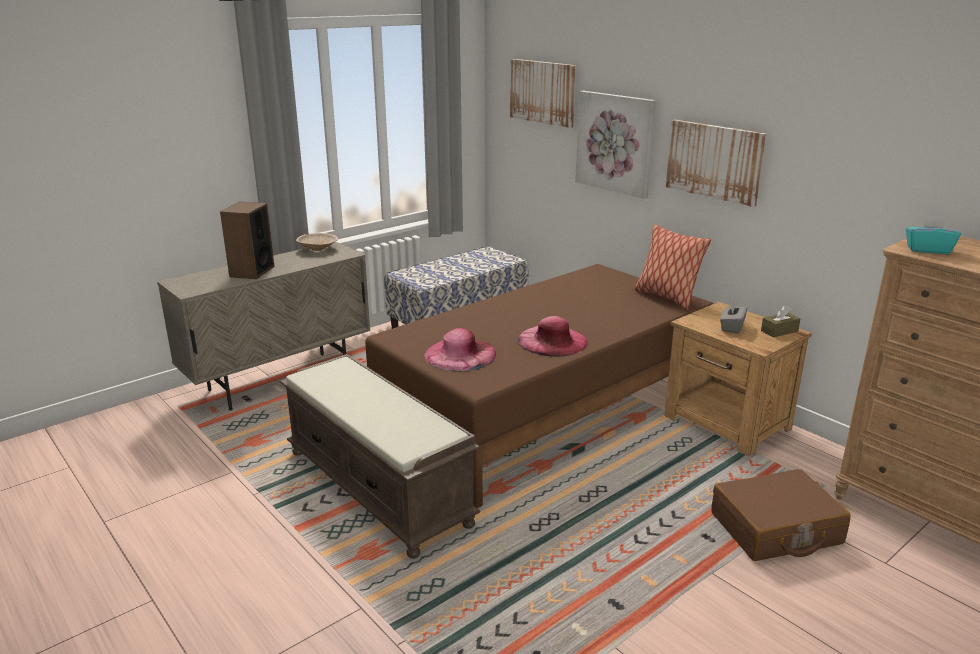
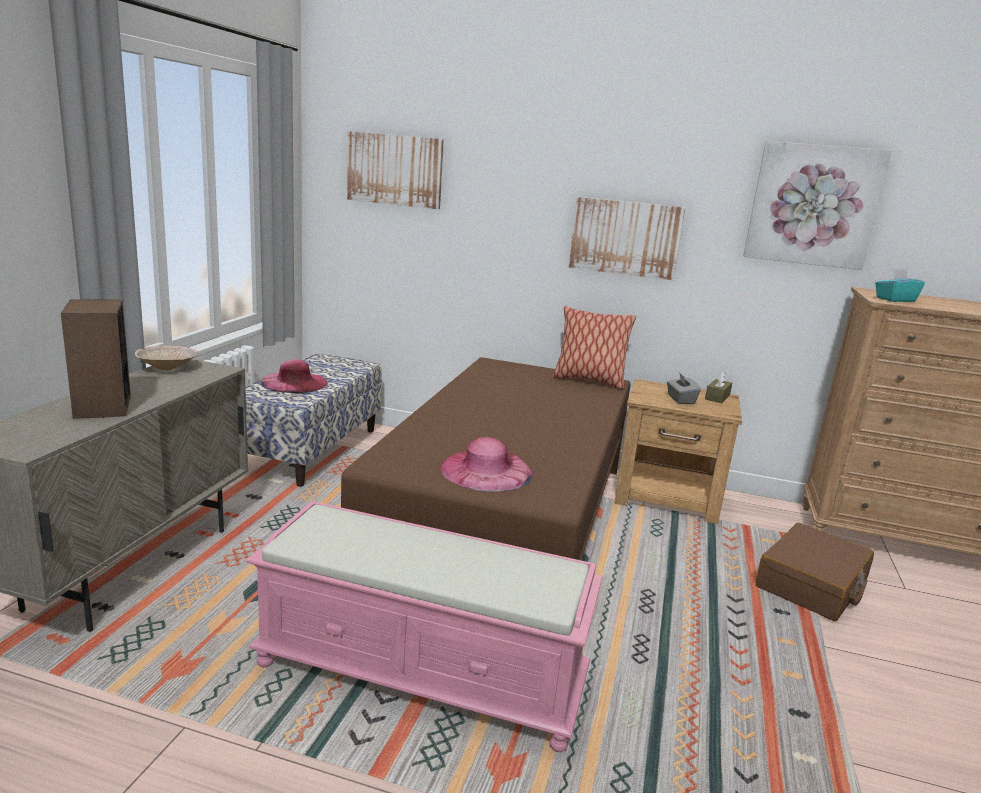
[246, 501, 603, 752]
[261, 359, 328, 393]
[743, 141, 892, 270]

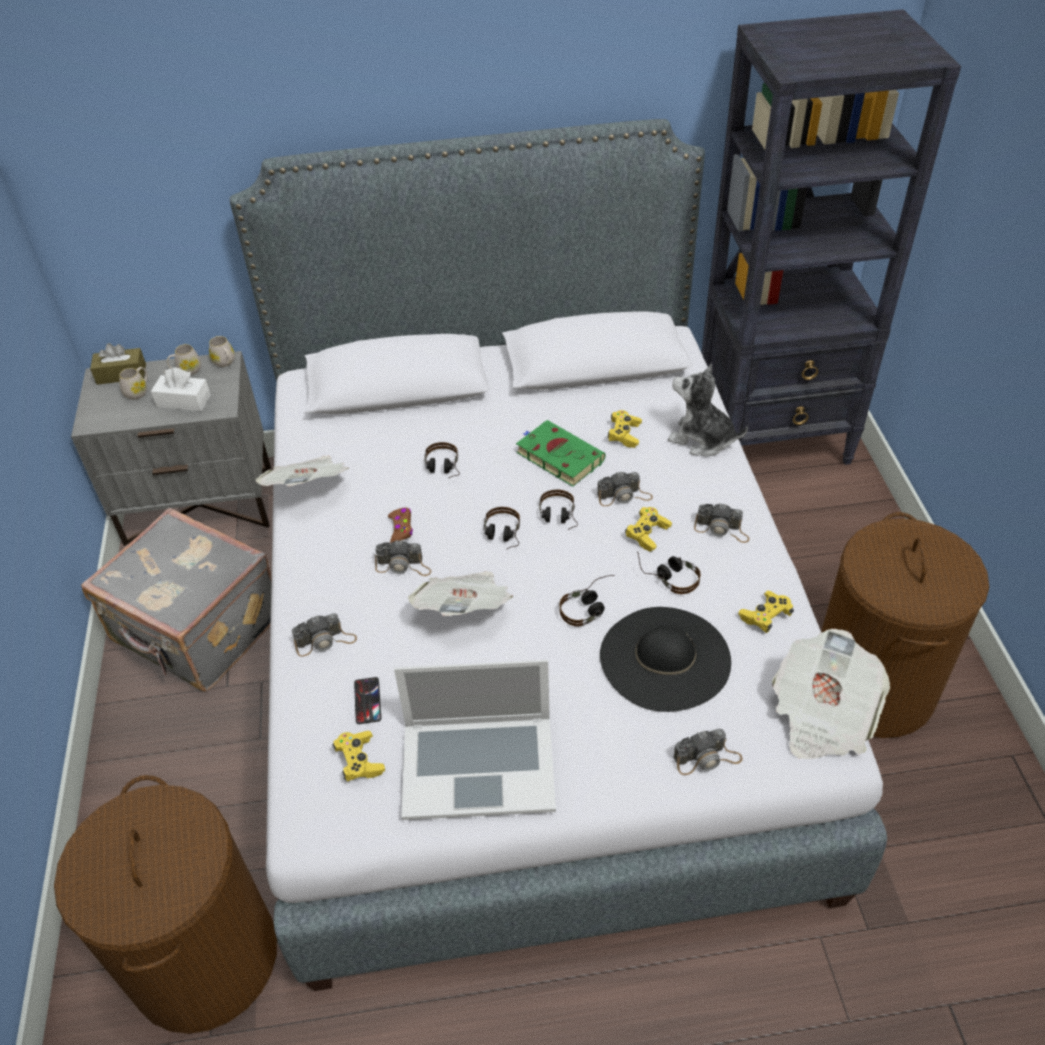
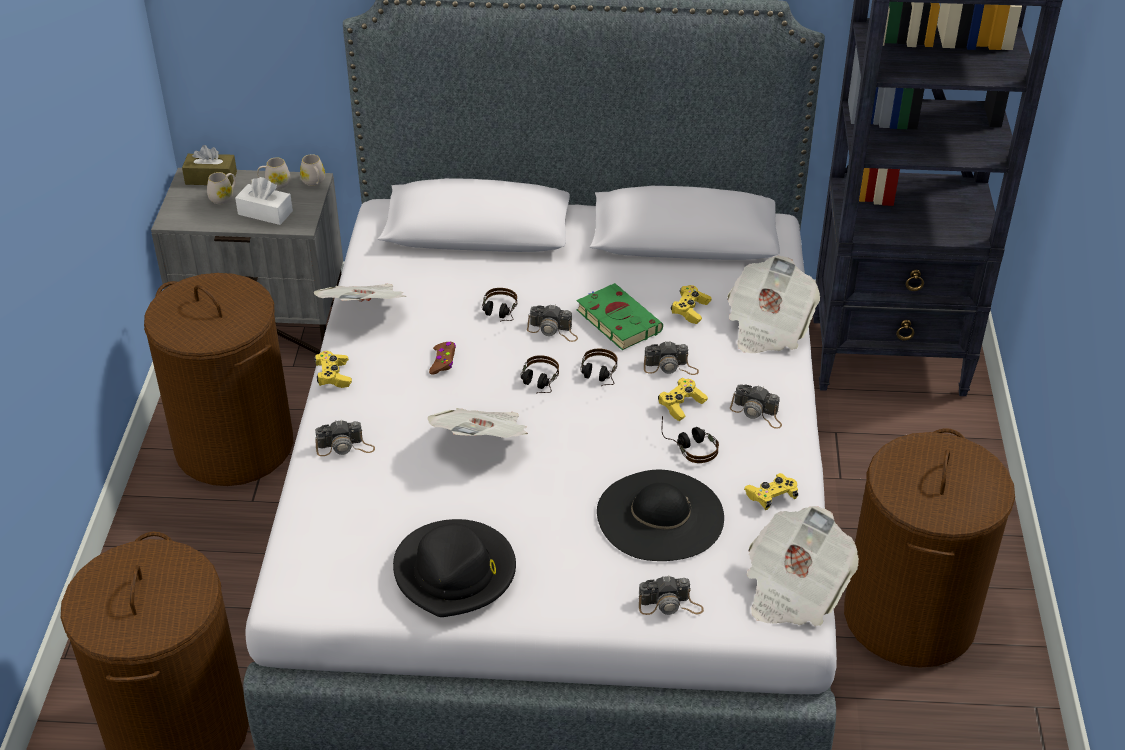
[144, 273, 293, 486]
[314, 351, 352, 388]
[393, 519, 516, 617]
[527, 304, 578, 342]
[727, 256, 820, 353]
[354, 677, 381, 724] (first image)
[560, 575, 615, 627] (first image)

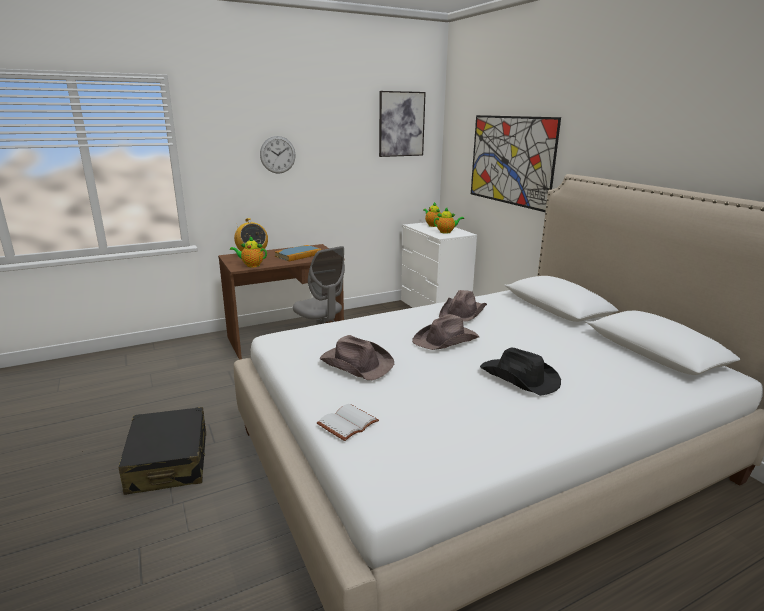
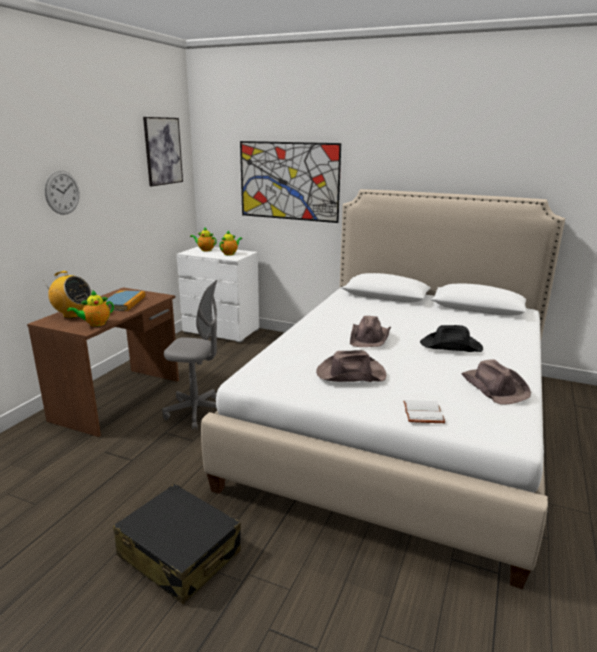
[461, 360, 531, 405]

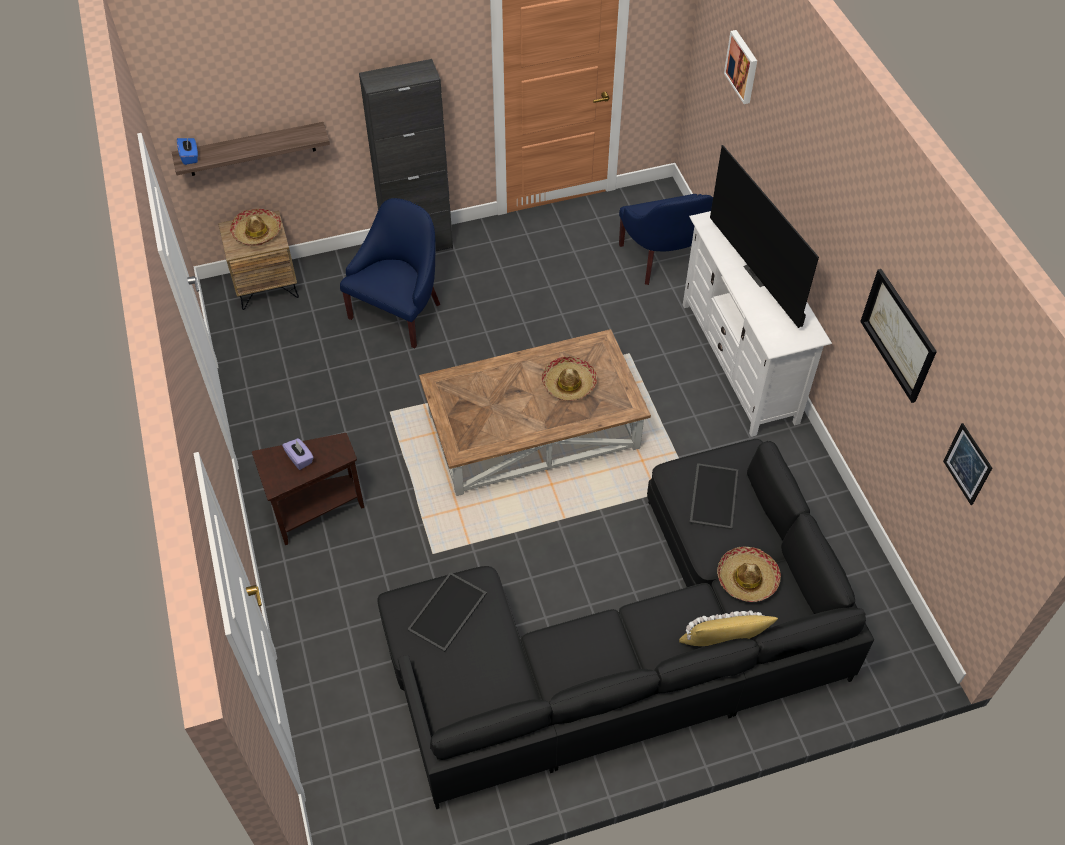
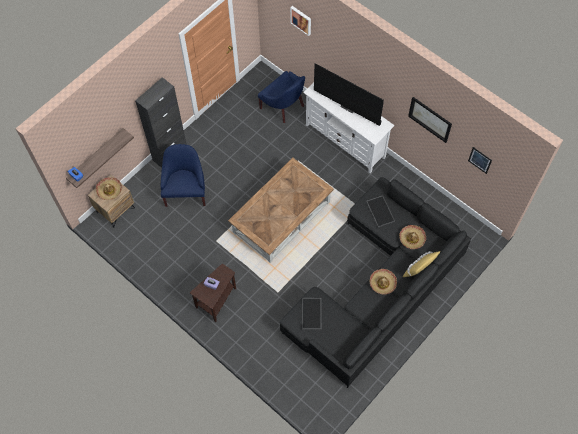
[369, 269, 397, 295]

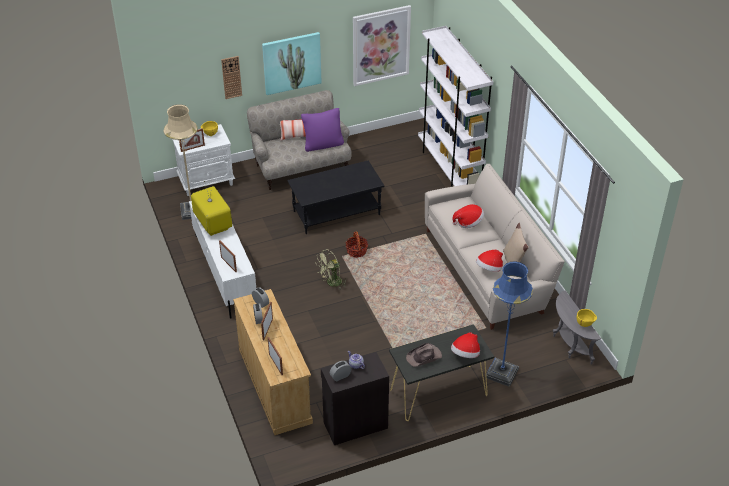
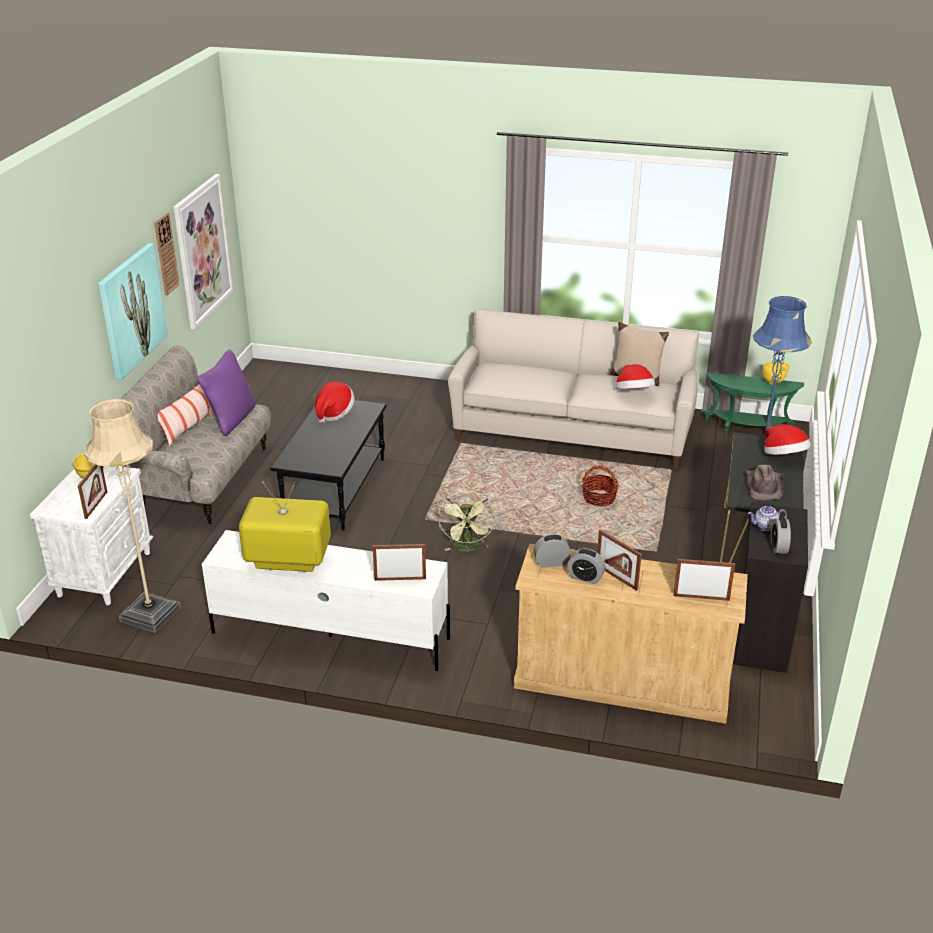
[154, 212, 180, 296]
[315, 382, 355, 423]
[582, 465, 619, 507]
[704, 372, 804, 435]
[418, 26, 493, 187] (first image)

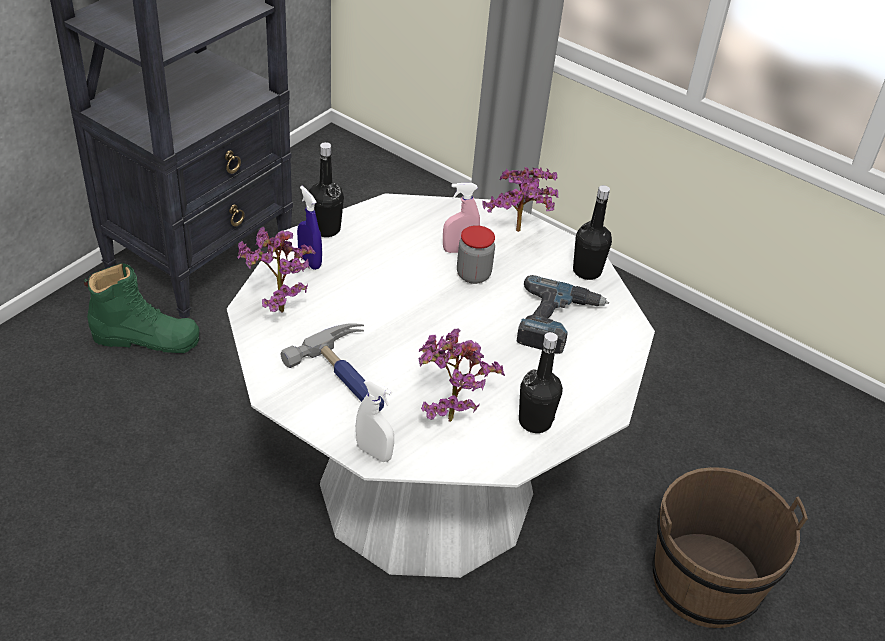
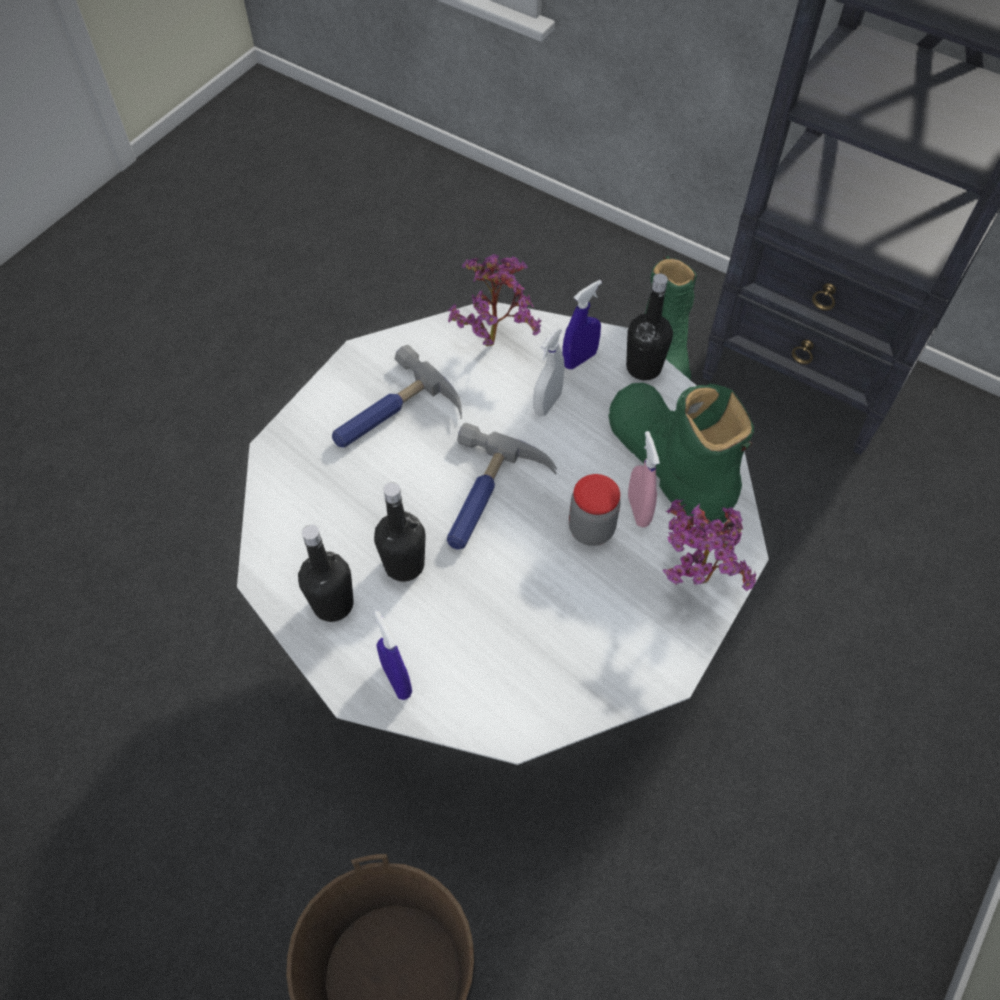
[374, 482, 426, 582]
[374, 611, 412, 700]
[447, 422, 557, 549]
[533, 327, 565, 416]
[608, 383, 754, 524]
[419, 328, 505, 422] (first image)
[516, 275, 609, 354] (first image)

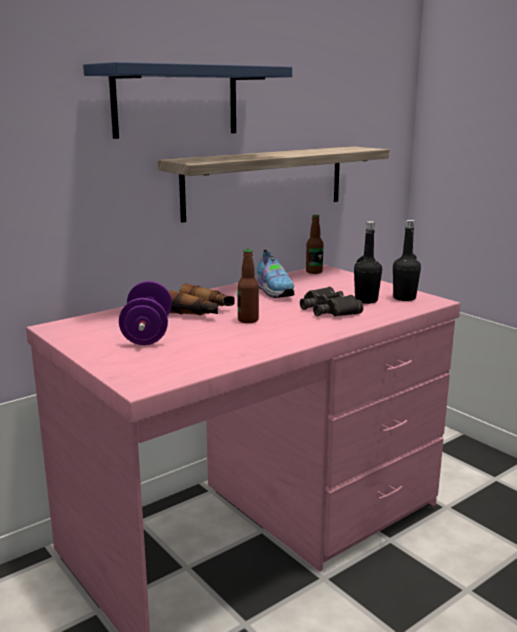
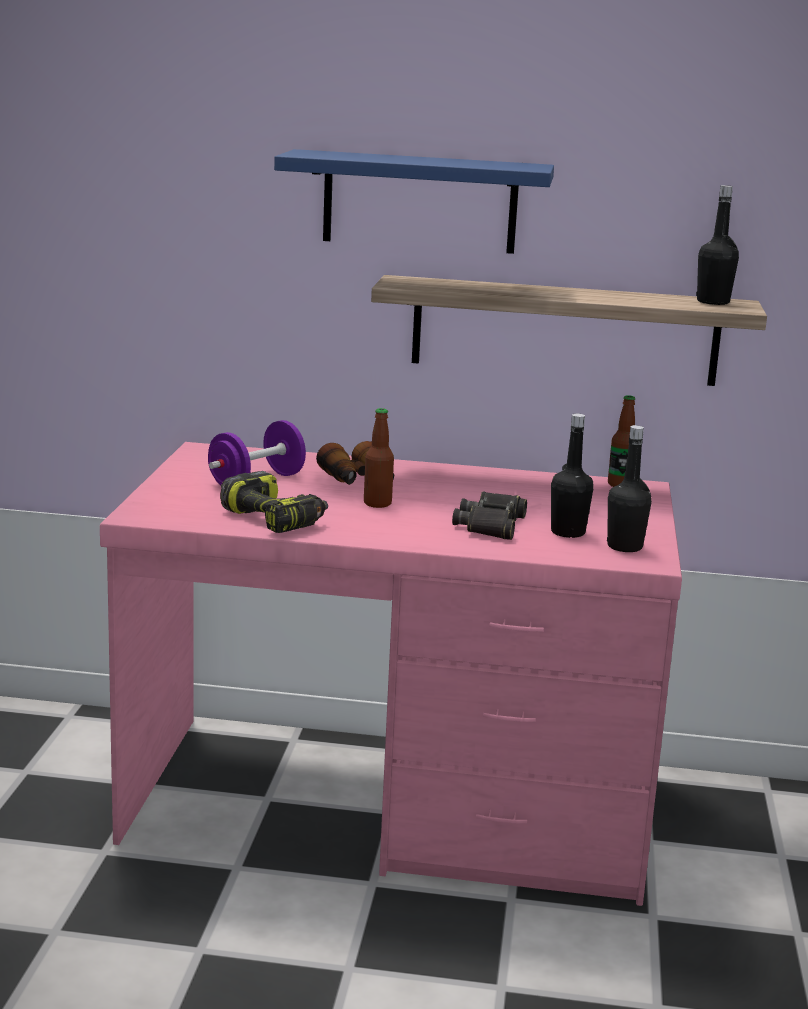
[220, 471, 328, 533]
[696, 185, 739, 305]
[256, 249, 295, 298] (first image)

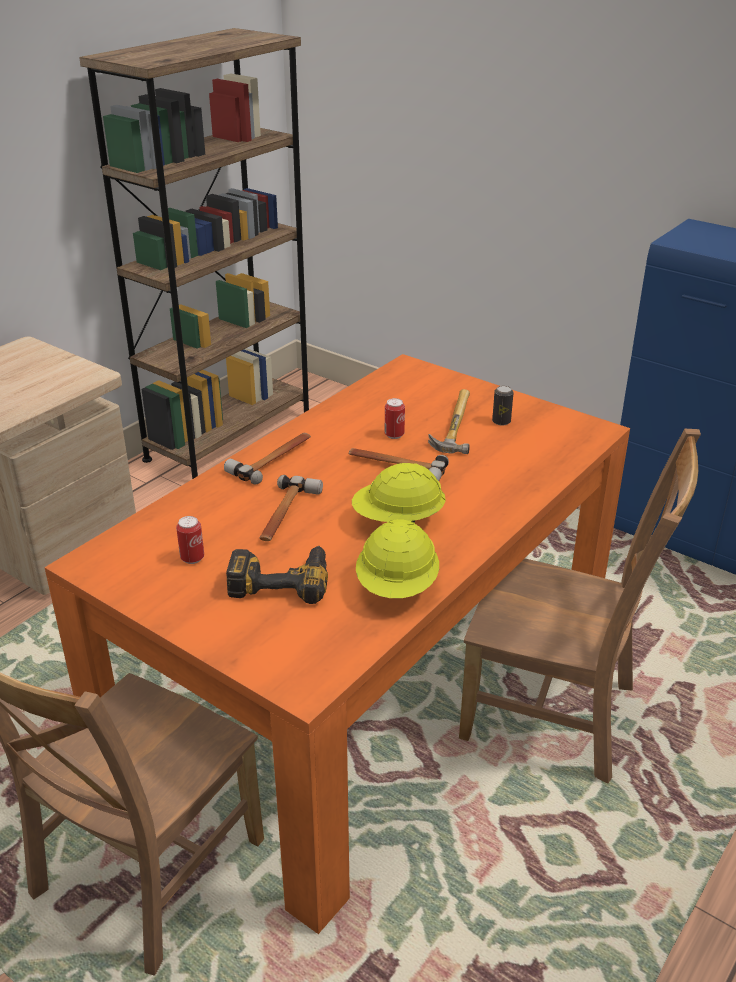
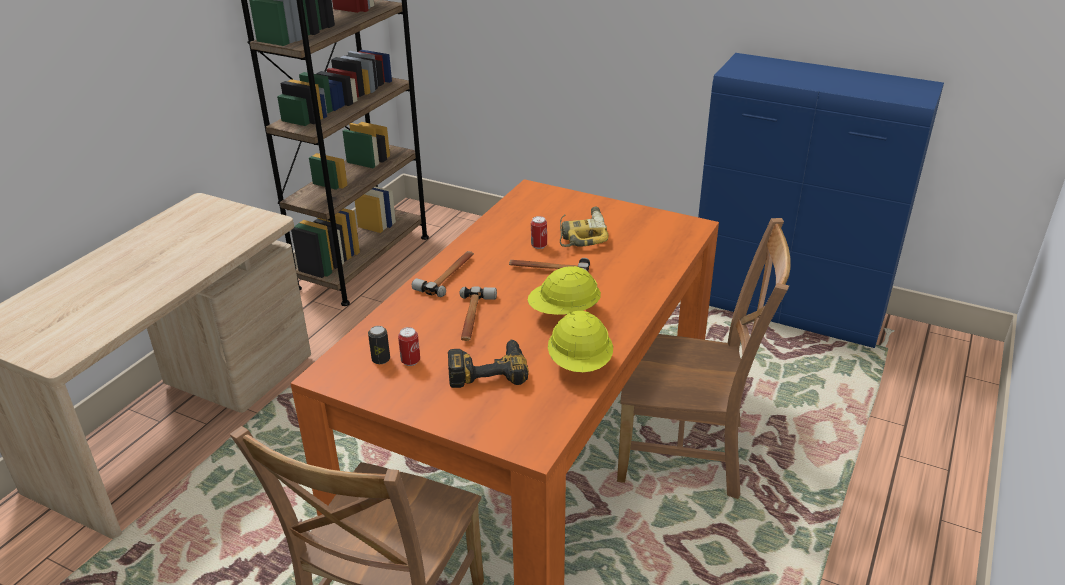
[368, 326, 390, 364]
[560, 207, 609, 247]

